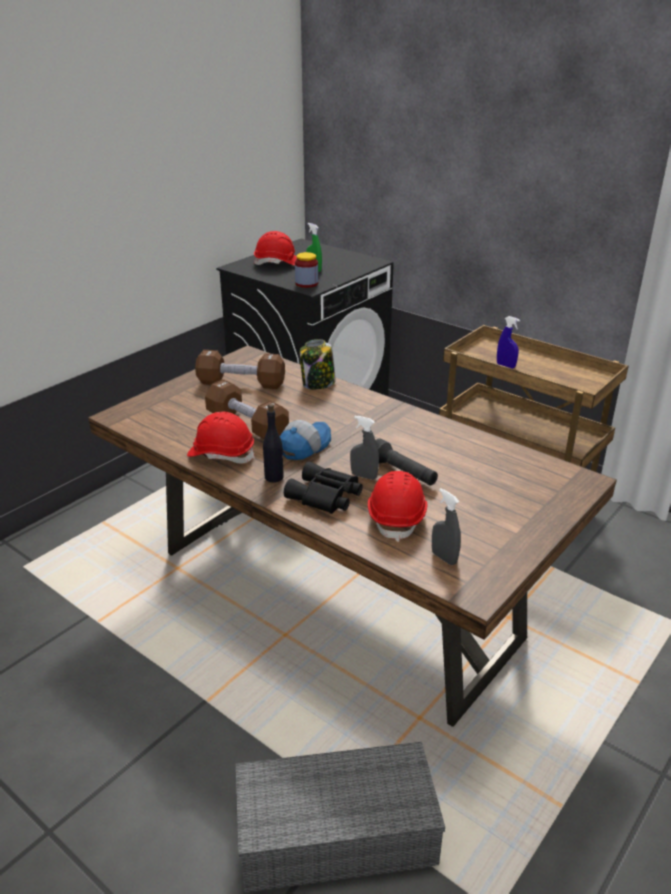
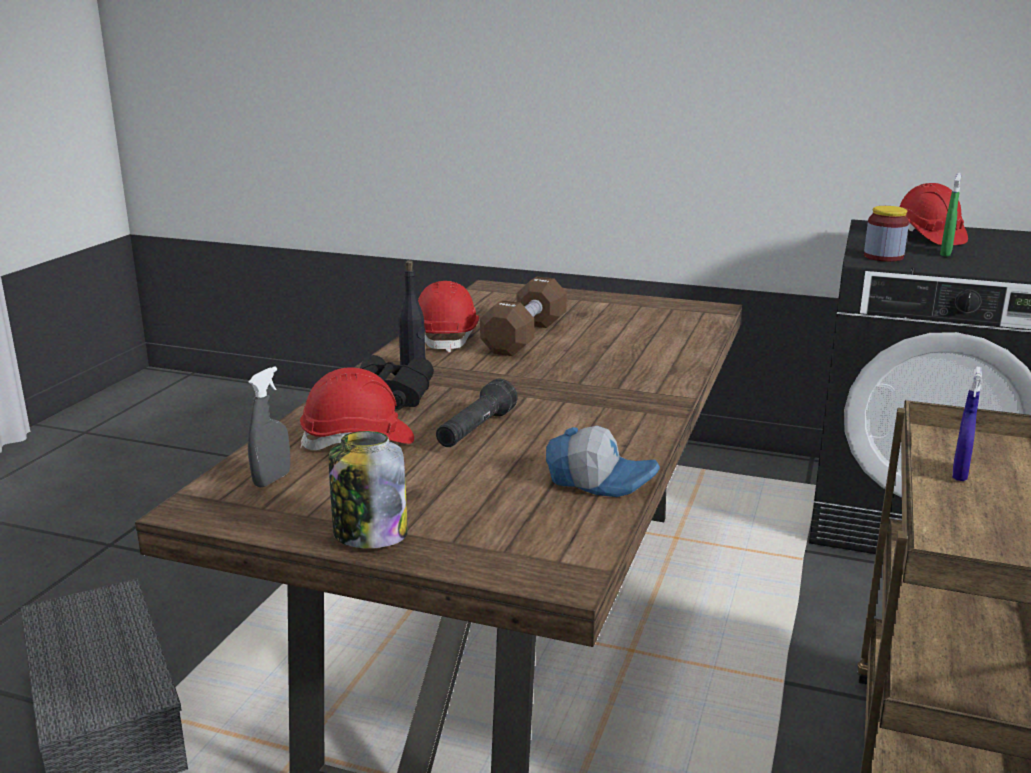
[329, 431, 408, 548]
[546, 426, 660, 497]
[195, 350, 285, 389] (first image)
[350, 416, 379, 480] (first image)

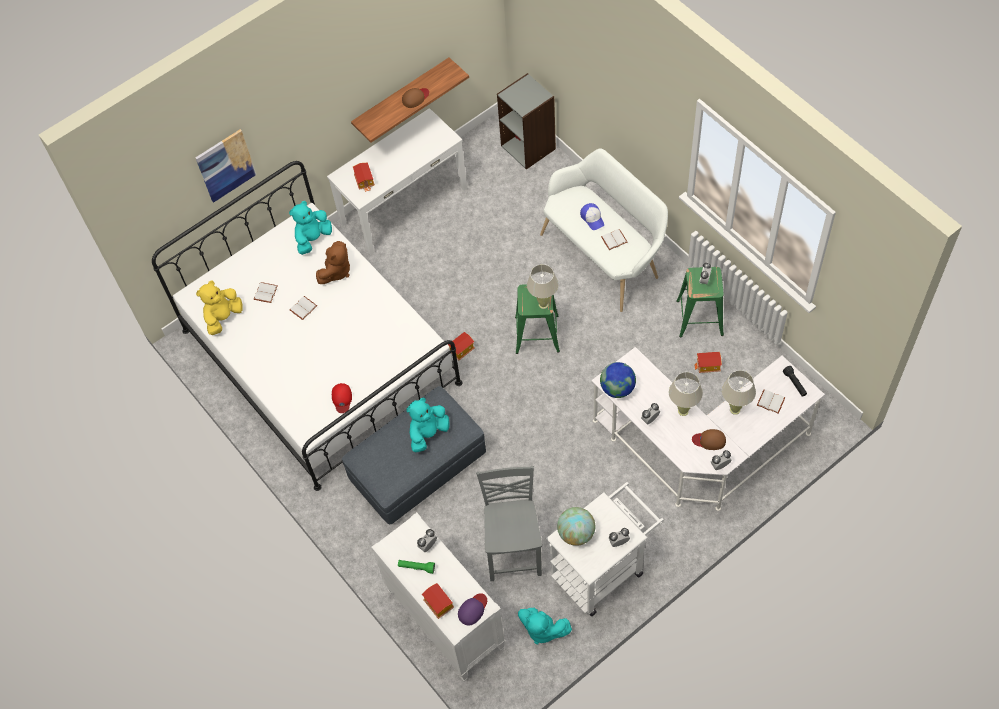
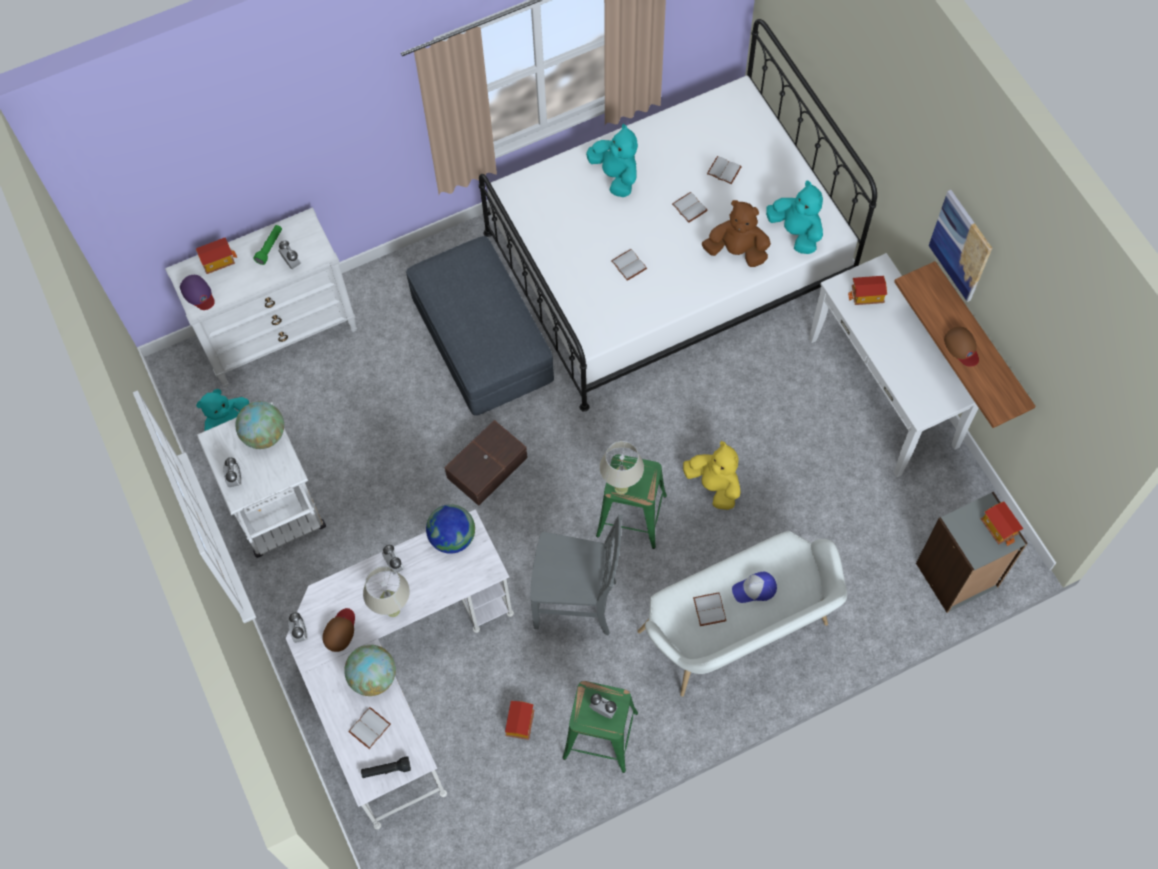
[344, 645, 396, 696]
[444, 420, 528, 506]
[530, 515, 622, 635]
[586, 124, 638, 197]
[611, 249, 647, 281]
[683, 441, 741, 510]
[702, 200, 771, 267]
[929, 190, 992, 302]
[981, 502, 1023, 546]
[332, 383, 352, 413] (first image)

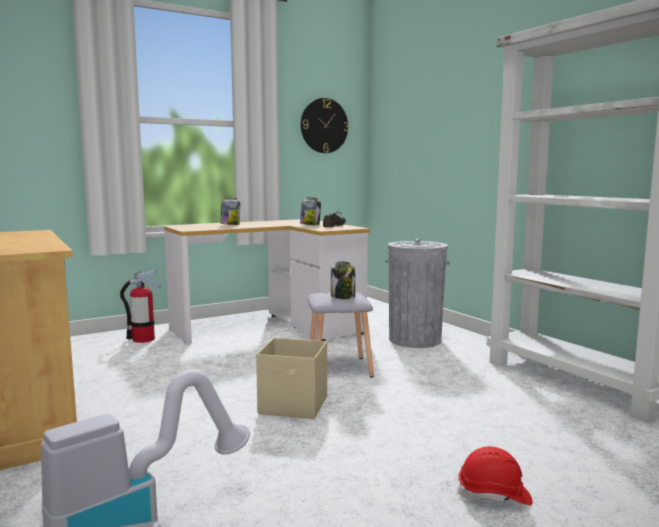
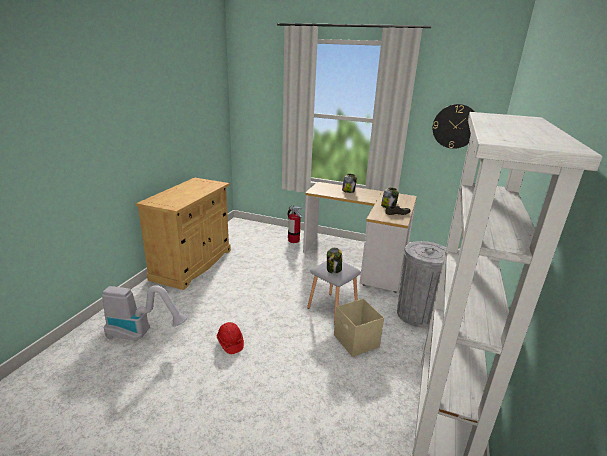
[217, 322, 244, 354]
[334, 299, 384, 357]

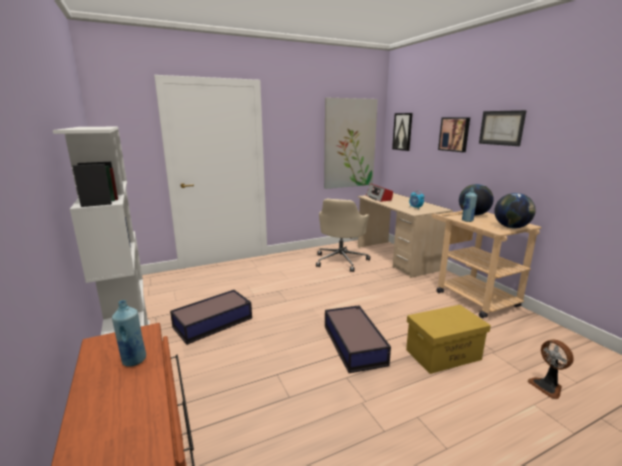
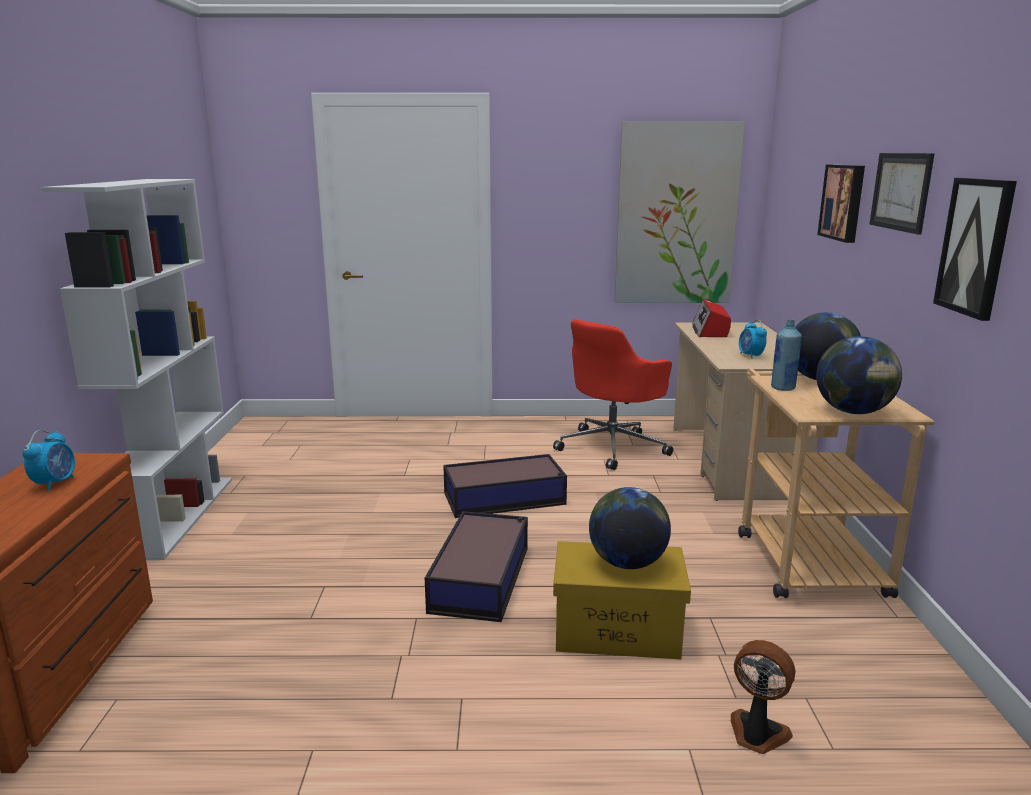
[22, 430, 75, 492]
[443, 454, 567, 518]
[553, 319, 673, 470]
[589, 487, 671, 569]
[731, 640, 795, 754]
[933, 178, 1017, 321]

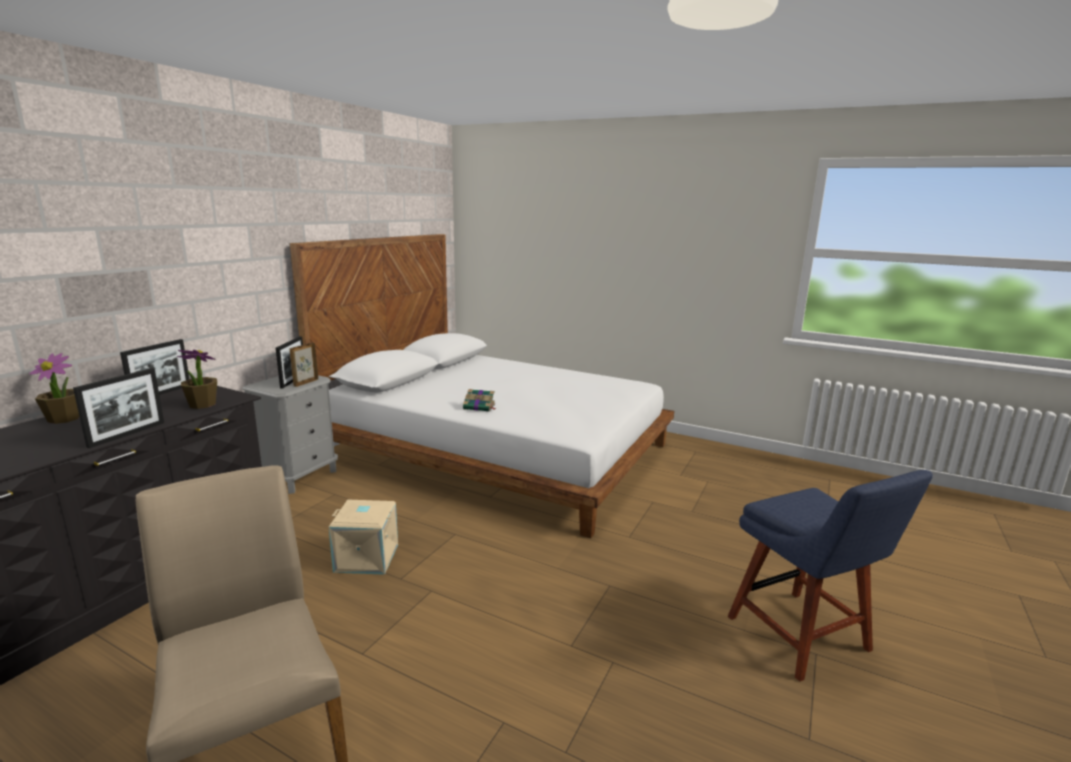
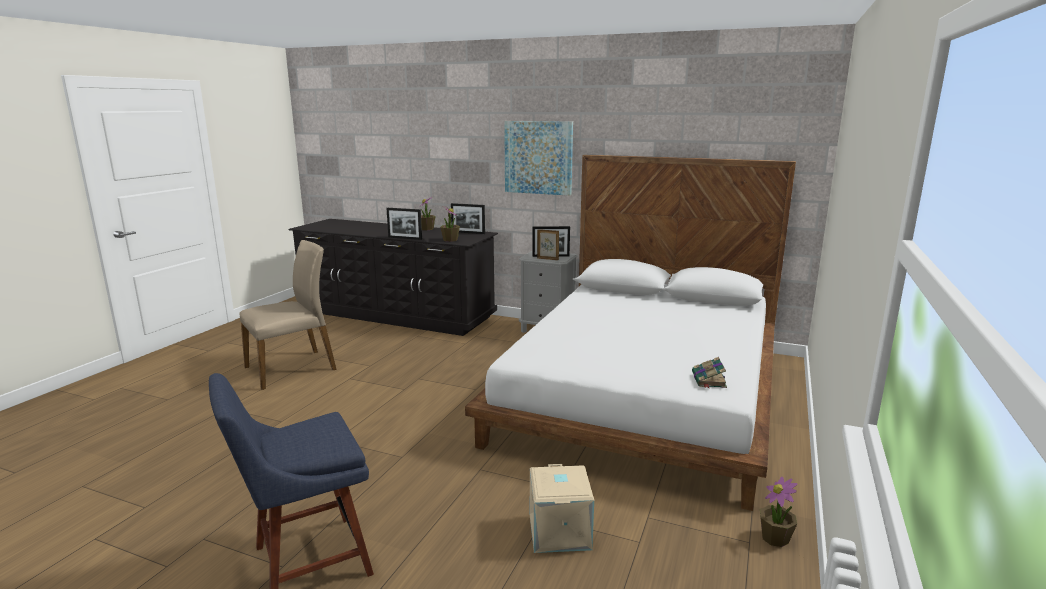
[504, 121, 573, 196]
[530, 464, 594, 553]
[692, 357, 727, 388]
[760, 477, 798, 547]

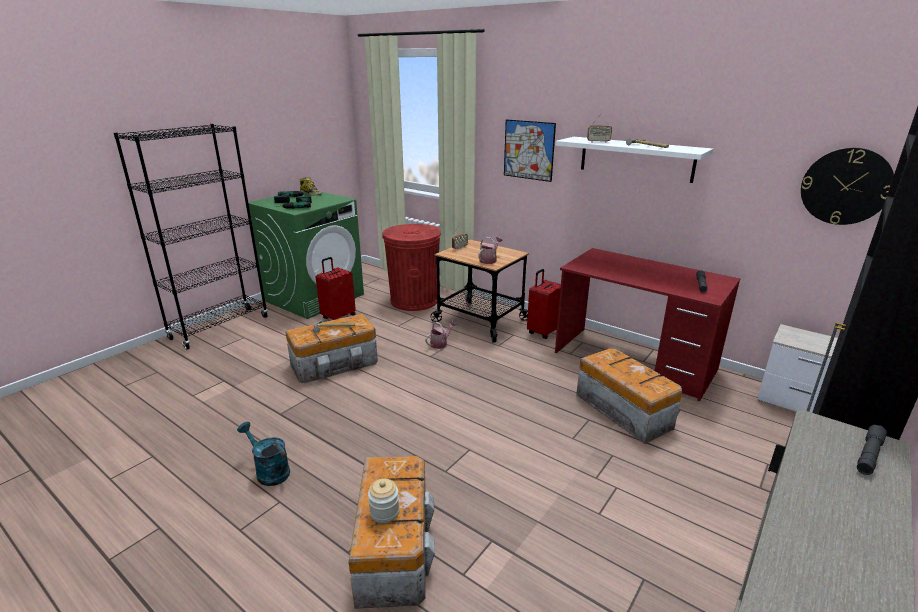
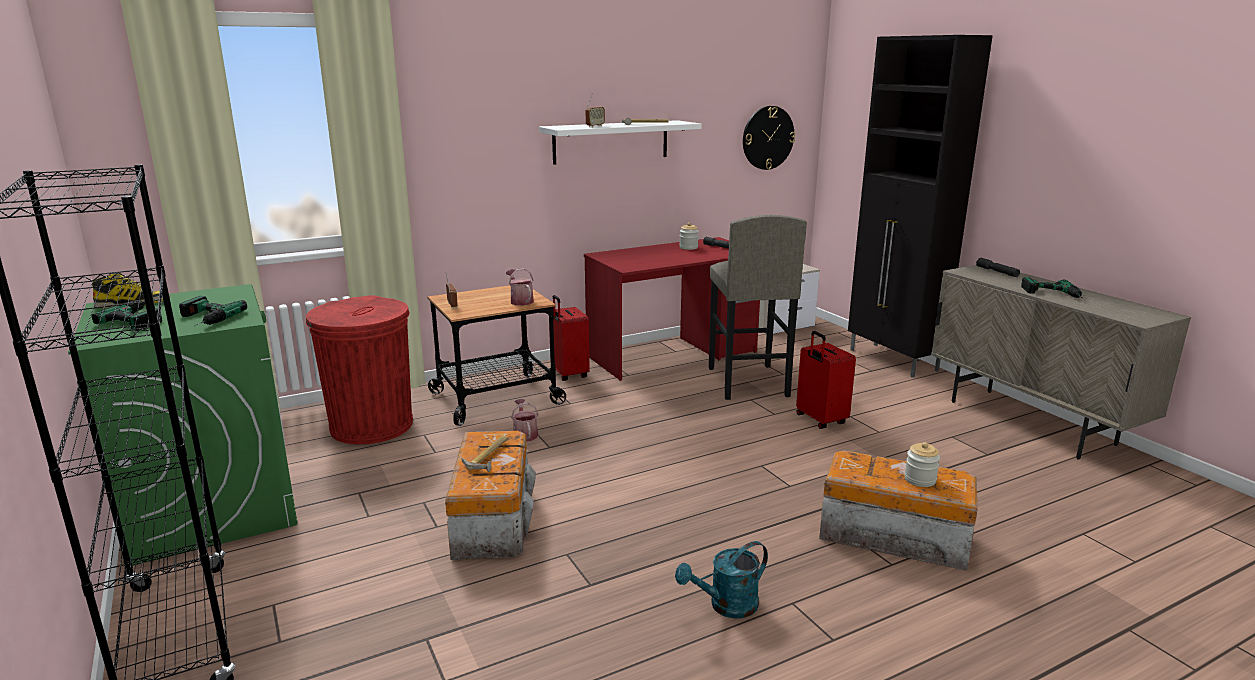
[679, 223, 699, 250]
[709, 215, 807, 400]
[796, 331, 856, 429]
[1021, 277, 1083, 299]
[504, 119, 556, 182] (first image)

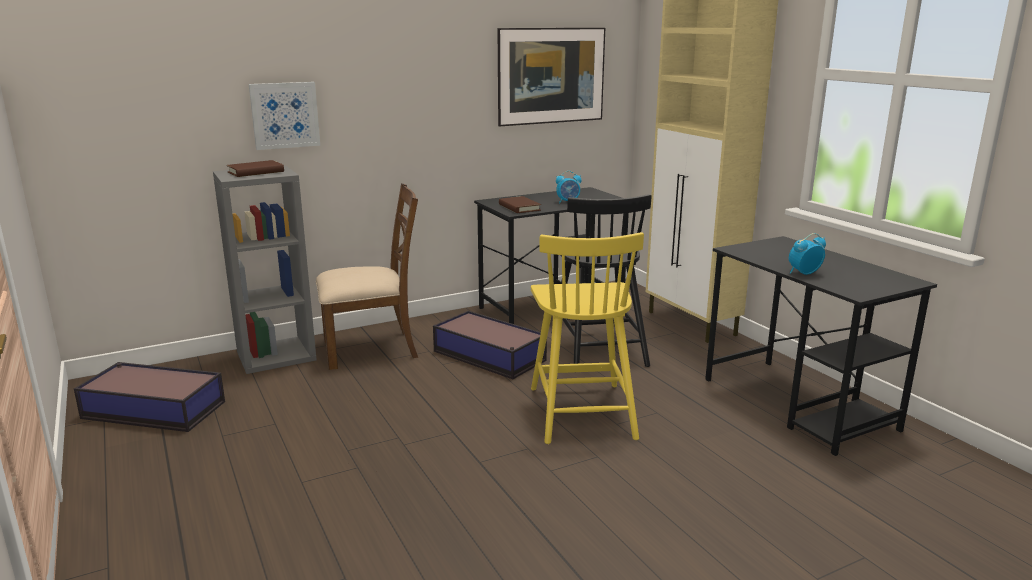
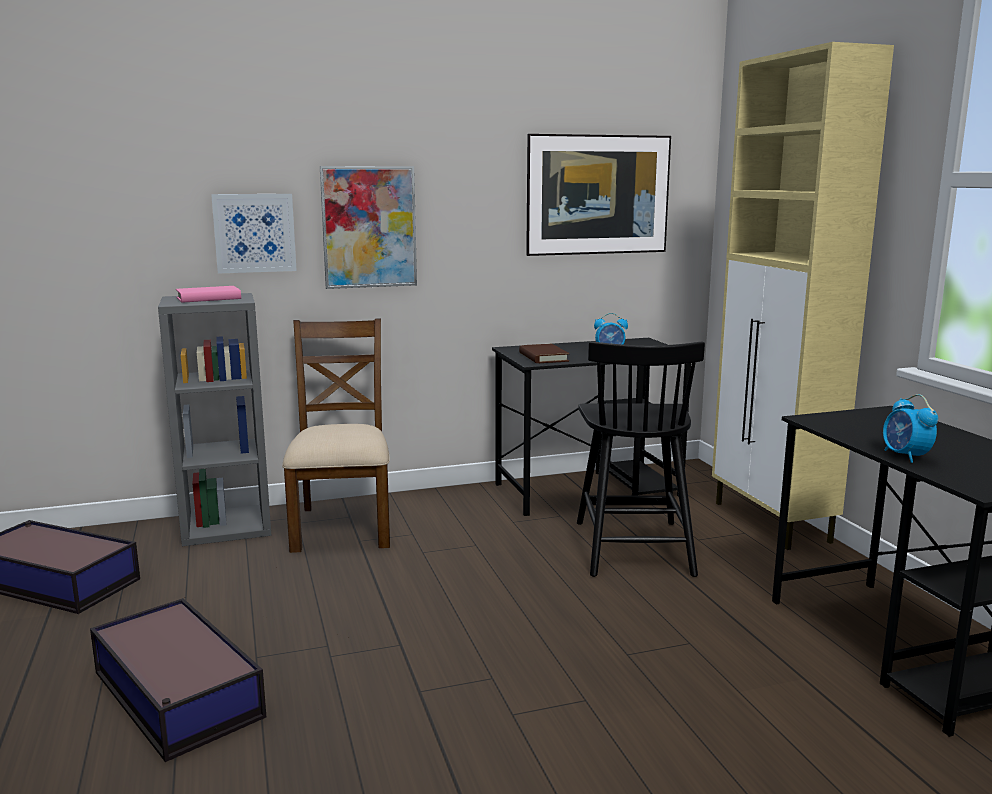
[90, 598, 266, 762]
[176, 286, 241, 303]
[282, 318, 390, 553]
[320, 166, 417, 289]
[883, 394, 938, 463]
[531, 232, 644, 444] (first image)

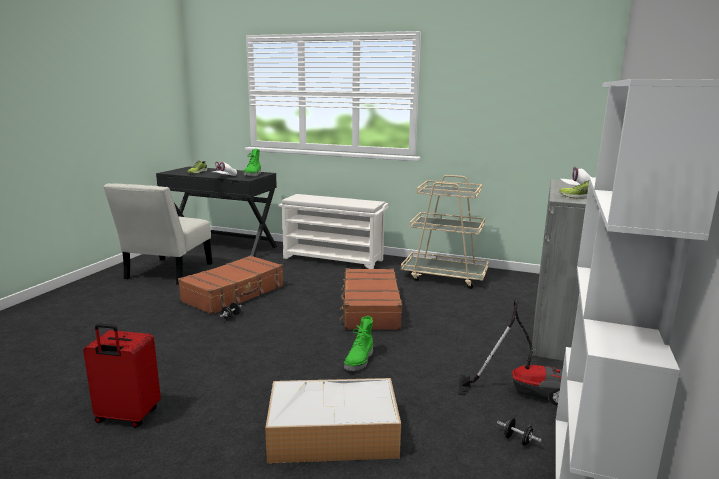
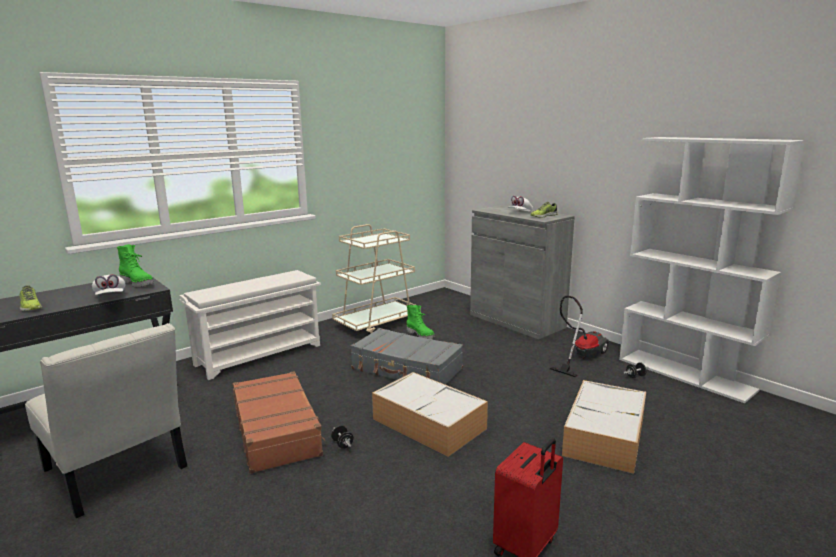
[350, 328, 463, 384]
[372, 372, 488, 457]
[407, 305, 435, 339]

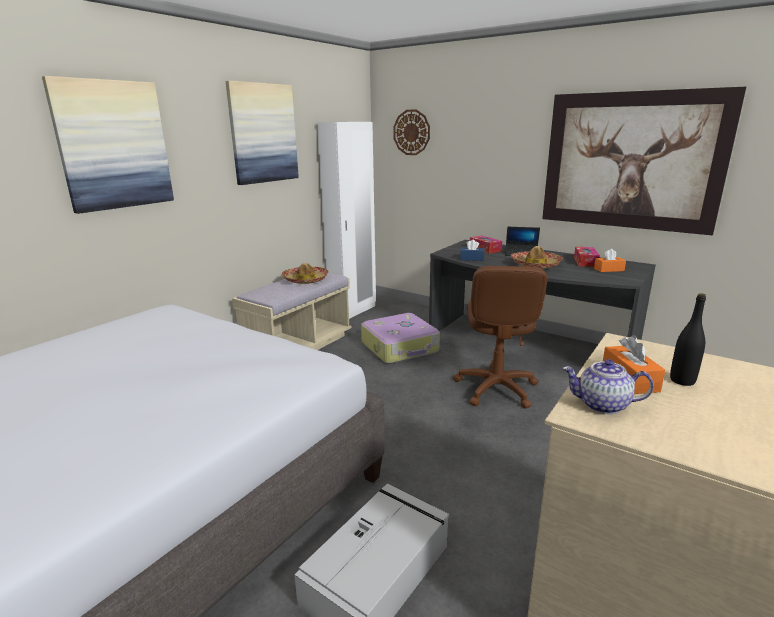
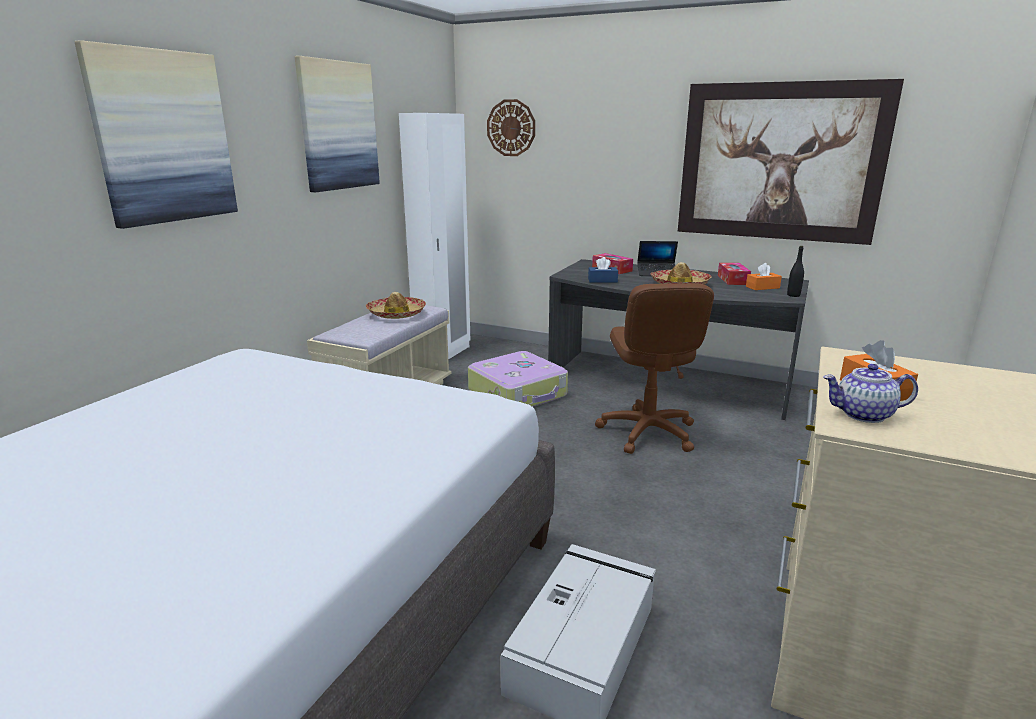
[787, 246, 804, 297]

